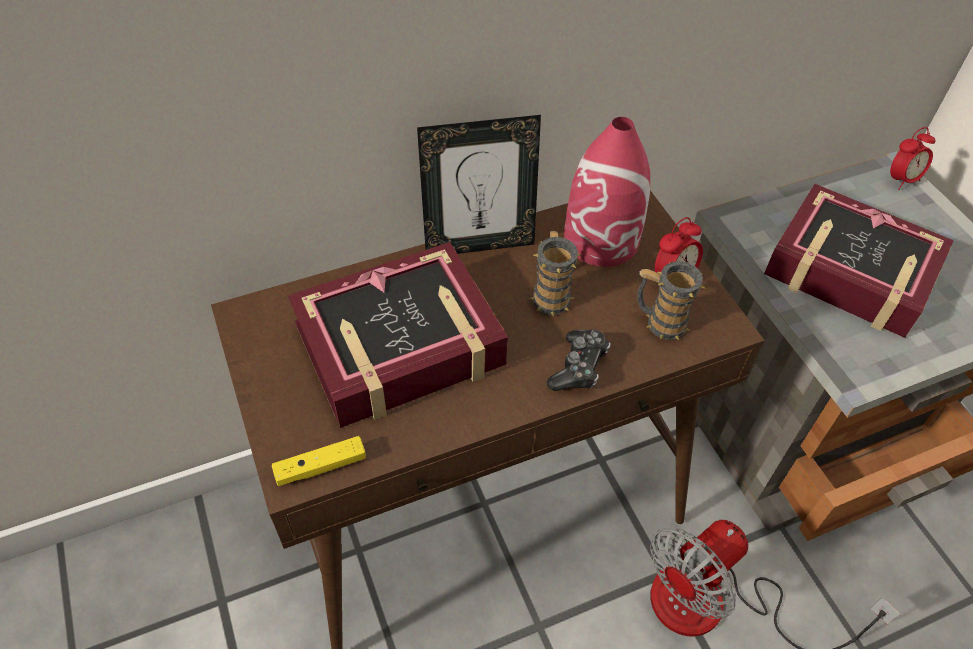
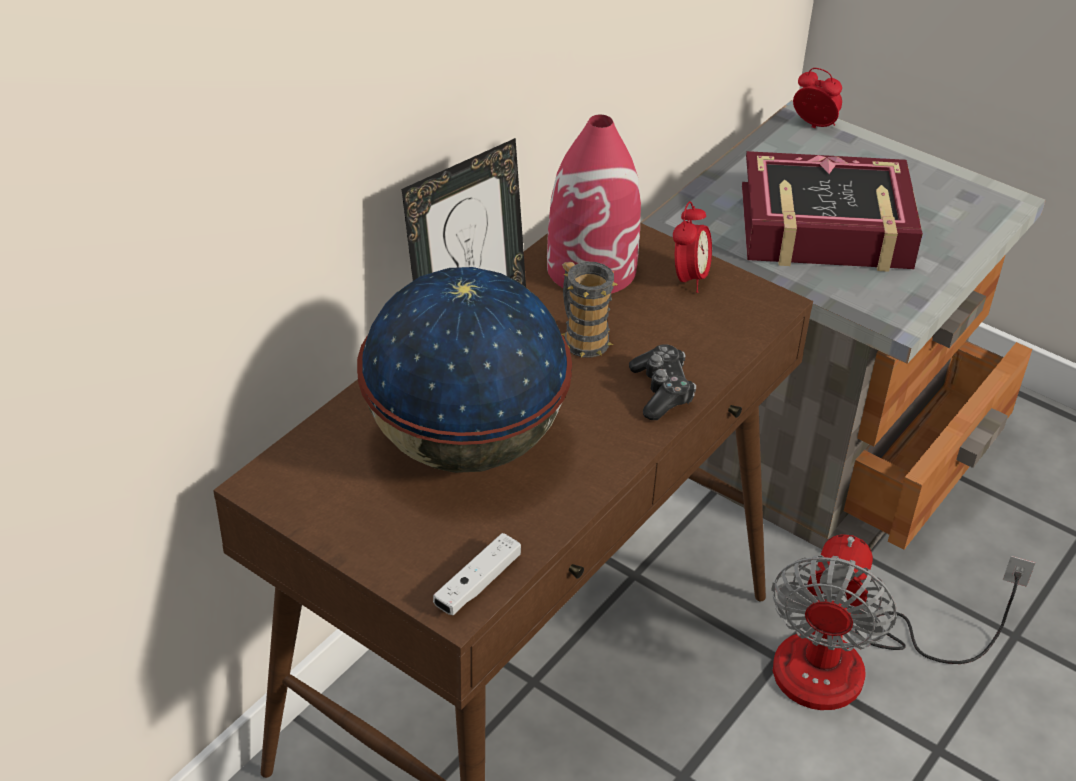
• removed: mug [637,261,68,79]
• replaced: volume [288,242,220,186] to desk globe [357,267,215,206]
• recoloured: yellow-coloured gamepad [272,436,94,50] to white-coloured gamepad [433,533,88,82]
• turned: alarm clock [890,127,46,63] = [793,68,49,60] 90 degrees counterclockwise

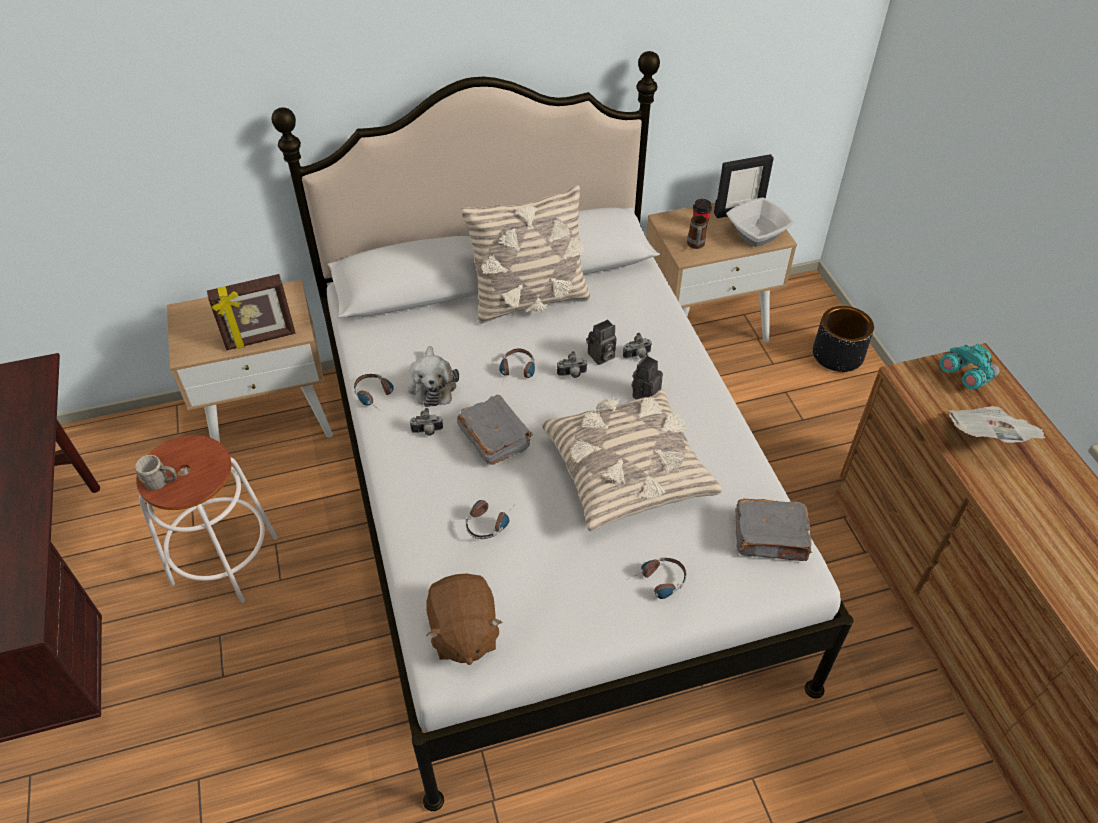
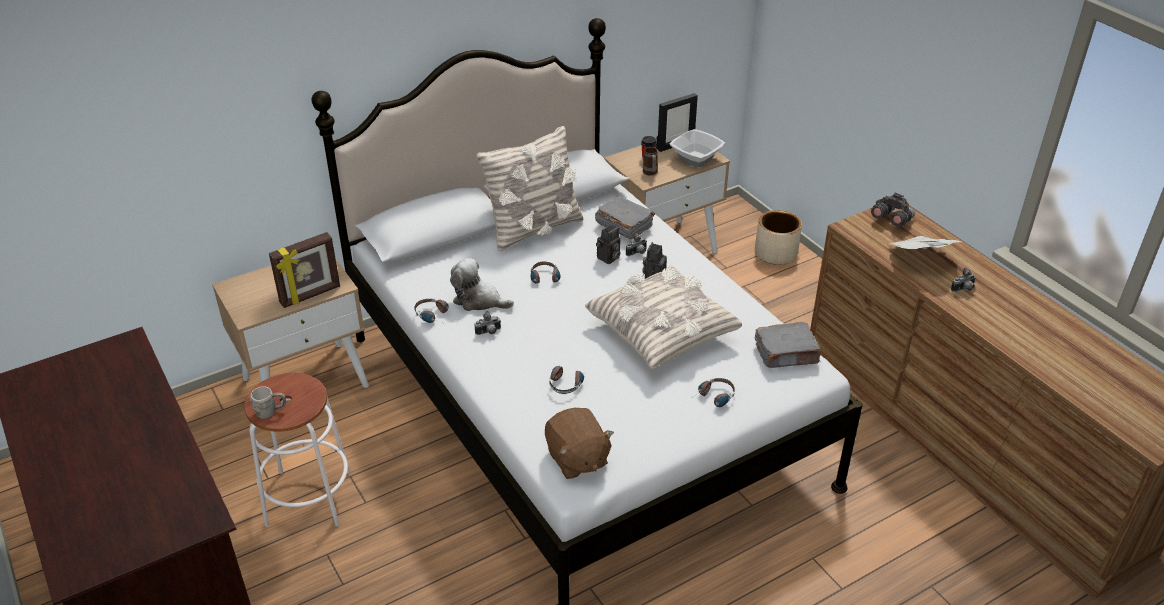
• moved: greyish volume [457,395,76,70] to [595,196,60,43]
• moved: still camera [557,351,30,27] to [951,267,25,25]
• recoloured: black plant pot [813,306,61,66] to sand-coloured plant pot [755,210,47,55]
• recoloured: blue-green pair of binoculars [939,343,61,46] to greyish pair of binoculars [871,193,44,33]
• turned: soft toy [408,346,51,61] = [450,258,64,53] 135 degrees clockwise

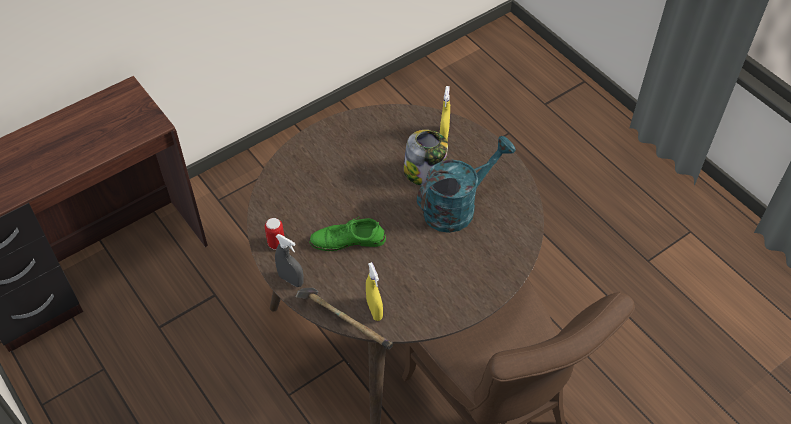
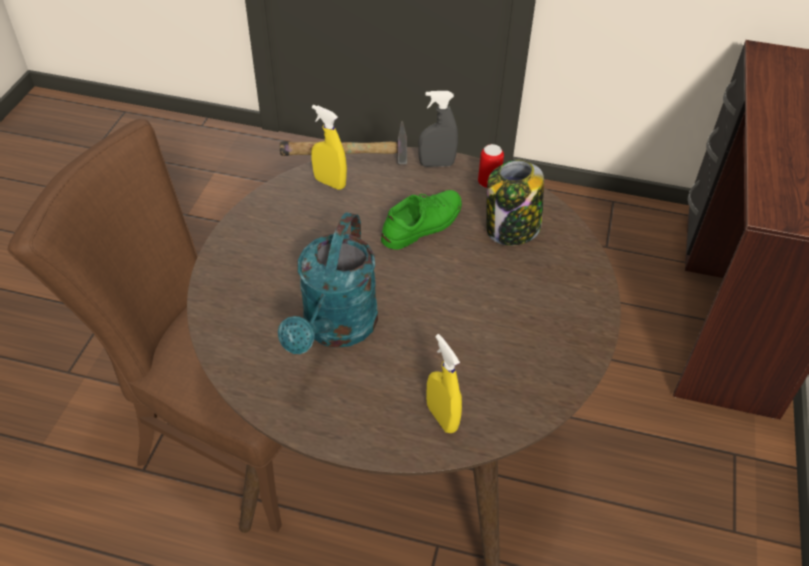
• moved: jar [403,130,45,56] to [486,160,58,86]

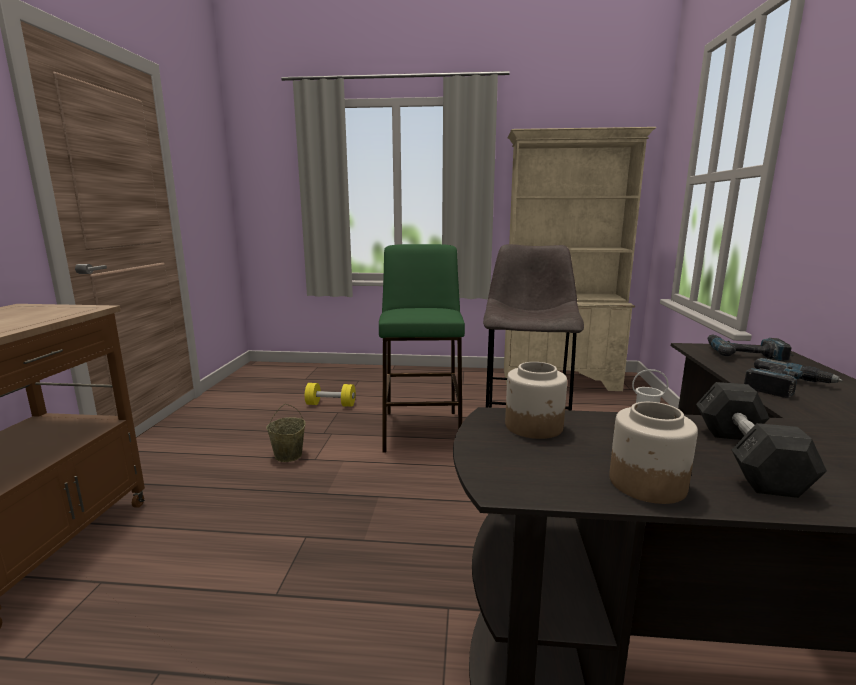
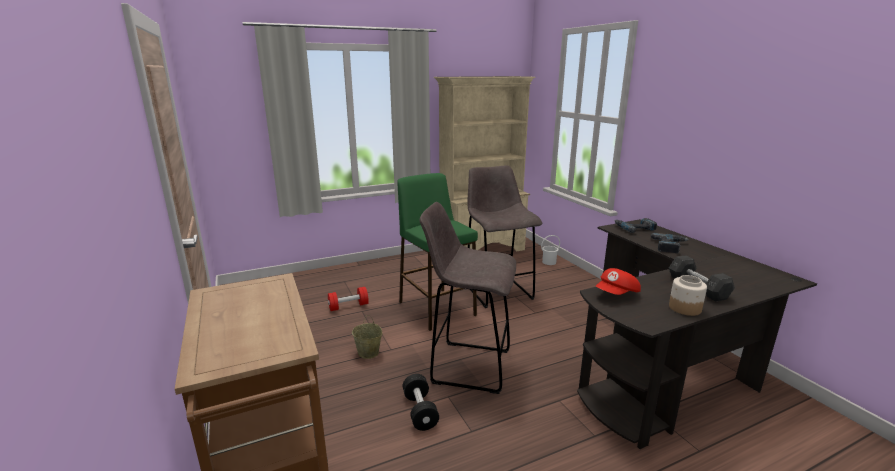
• added: black hand weight [403,374,36,57]
• added: greyish stool seat [420,202,96,192]
• replaced: jar [505,362,62,77] to reddish peaked cap [596,268,45,27]
• recoloured: yellow-coloured hand weight [305,383,51,24] to reddish hand weight [328,287,41,24]

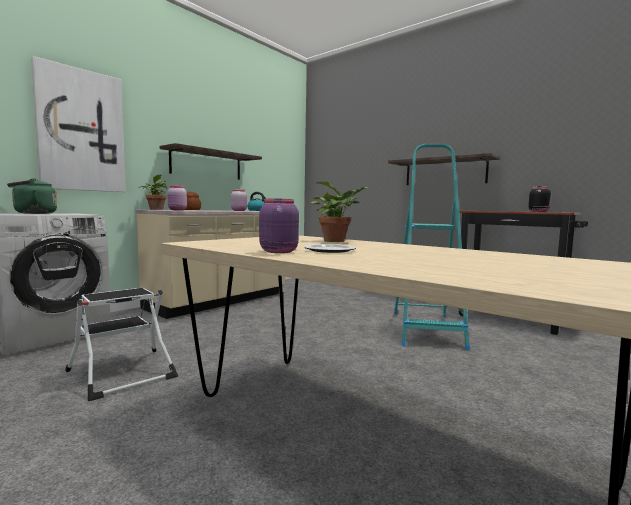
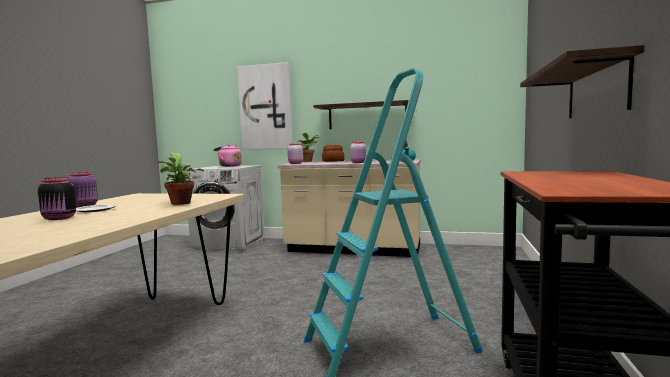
• removed: step ladder [65,288,113,113]
• moved: black jar [528,186,23,26] to [38,177,38,43]
• recoloured: greenish kettle [7,178,50,36] to pink kettle [214,144,28,23]

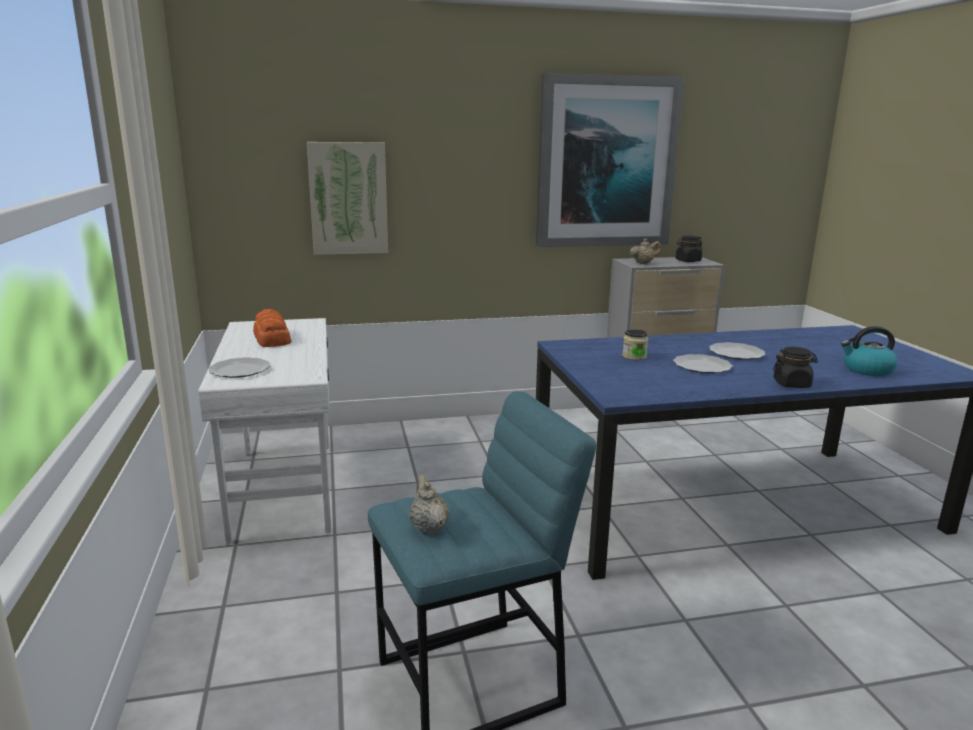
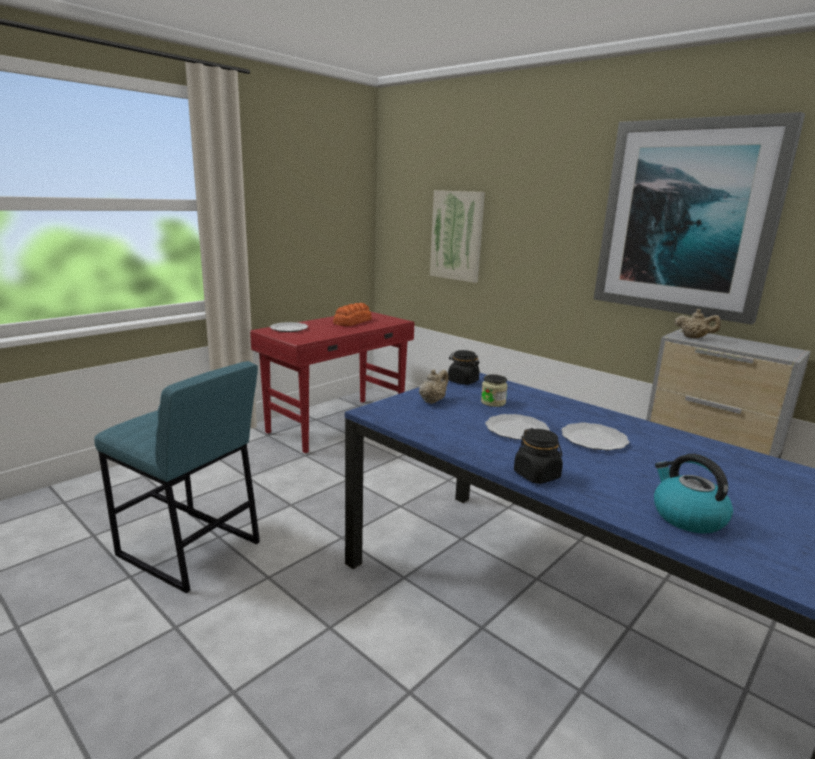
• moved: sand-coloured teapot [409,475,40,59] to [419,369,29,35]
• moved: black jar [676,236,26,26] to [448,350,32,35]
• recoloured: white-coloured narrow table [198,318,134,226] to reddish narrow table [250,311,164,142]

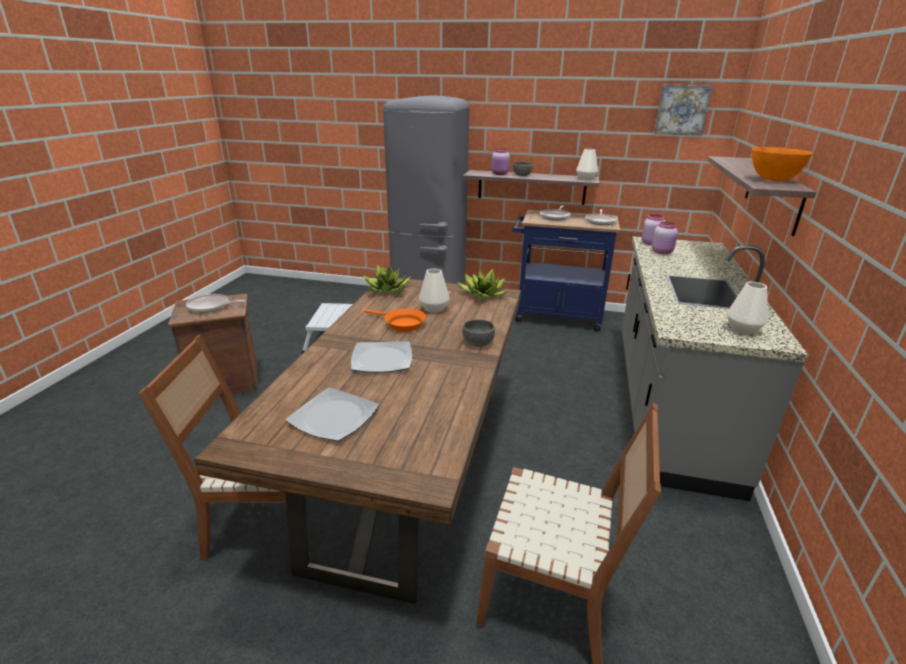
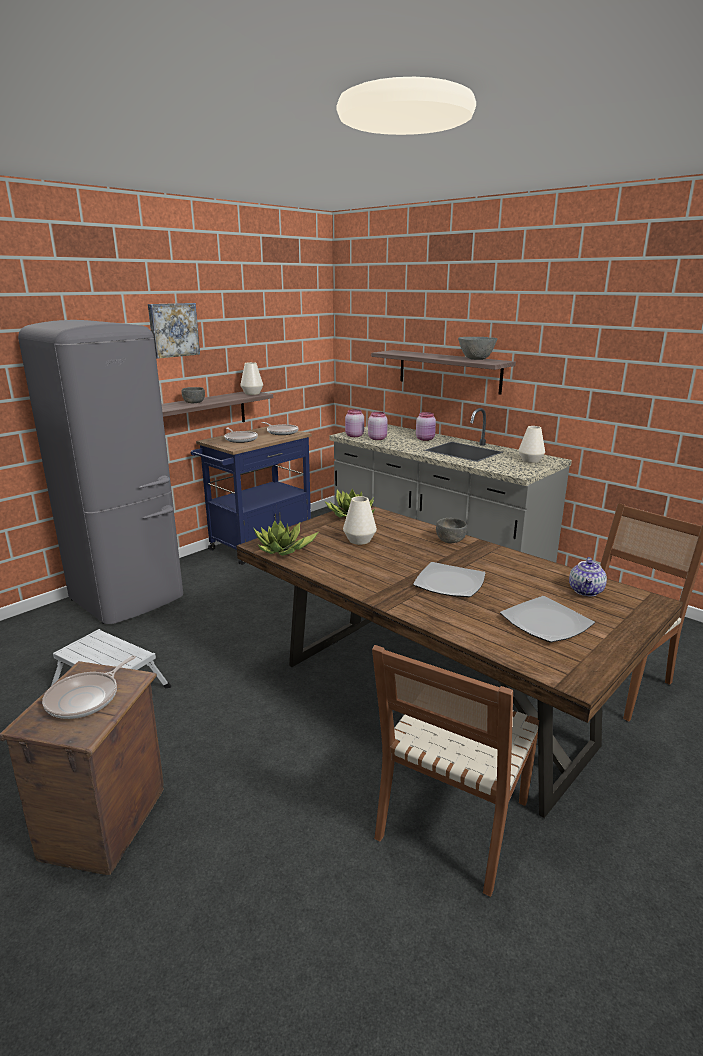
• removed: orange-coloured frying pan [364,308,62,24]
• added: teapot [569,557,38,39]
• moved: pink jar [491,149,19,26] to [416,412,20,29]
• moved: wall picture [654,85,59,51] to [148,303,52,56]
• recoloured: orange-coloured deep dish [752,147,61,35] to greyish deep dish [458,337,39,23]

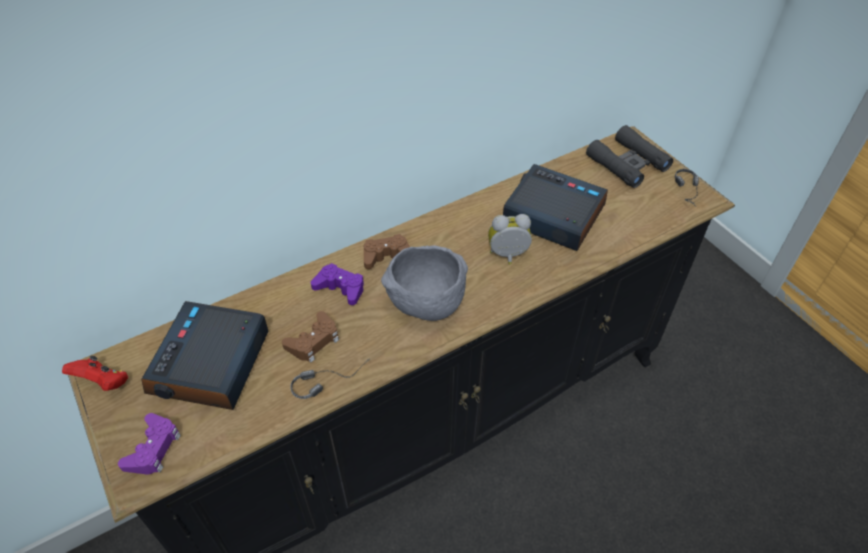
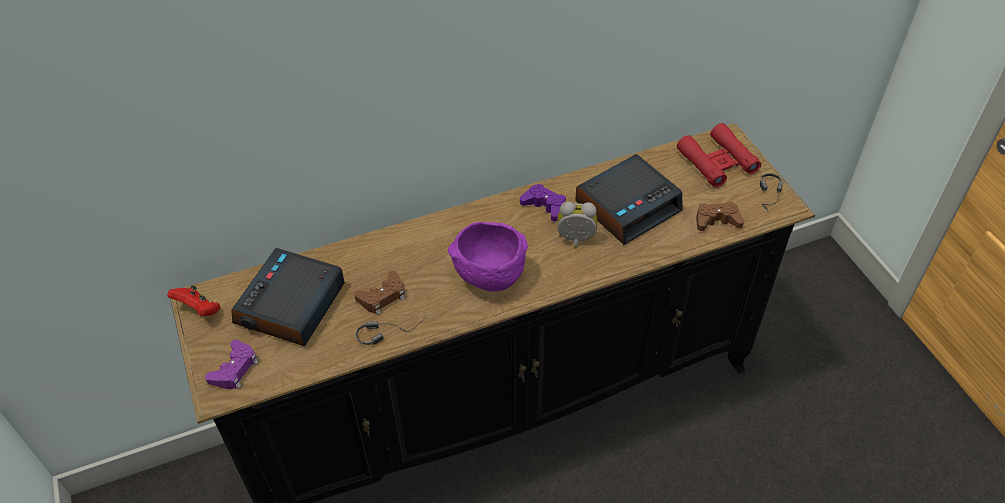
• moved: purplish gamepad [311,263,53,42] to [520,184,46,37]
• moved: brown-coloured gamepad [364,234,46,35] to [696,201,48,30]
• recoloured: greyish deep dish [381,245,87,76] to purplish deep dish [448,222,80,70]
• recoloured: black pair of binoculars [586,125,87,63] to reddish pair of binoculars [677,123,84,65]
• turned: alarm clock [503,164,105,87] = [575,154,108,91] 105 degrees clockwise

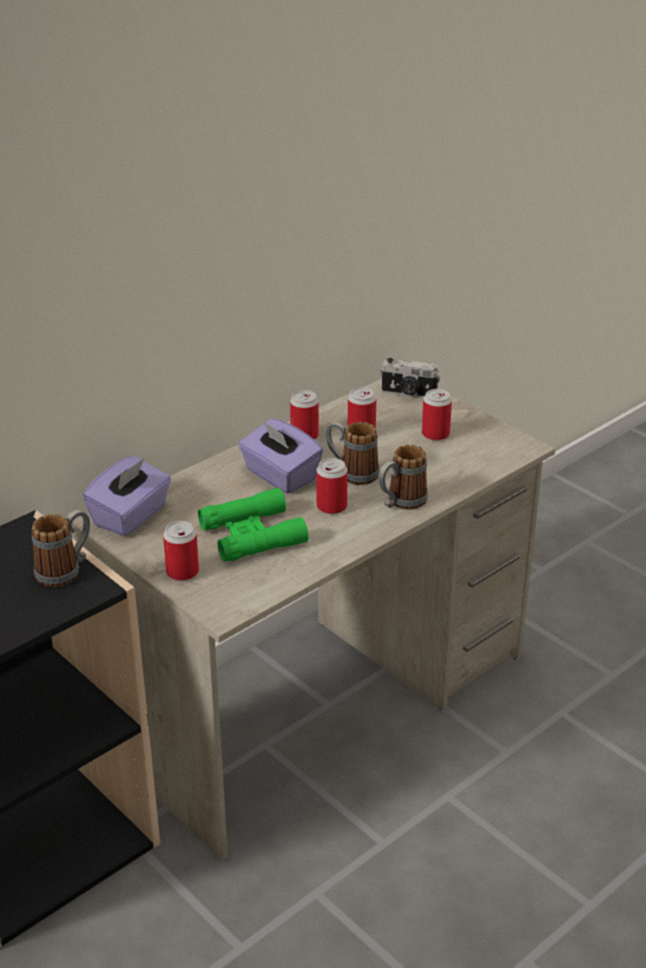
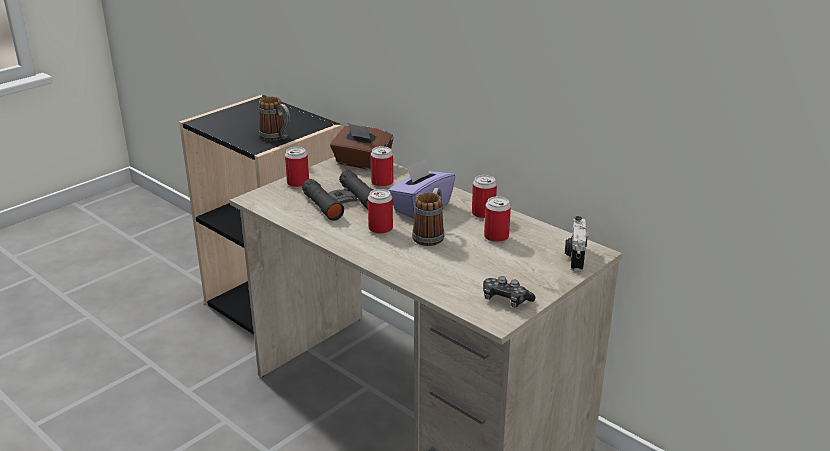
• removed: mug [379,445,49,65]
• added: gamepad [483,276,52,32]
• moved: can [422,389,30,52] to [371,146,22,41]
• recoloured: purplish box of tissues [83,455,88,81] to brown-coloured box of tissues [330,123,63,47]
• recoloured: greenish pair of binoculars [198,488,110,74] to black pair of binoculars [302,171,72,50]

